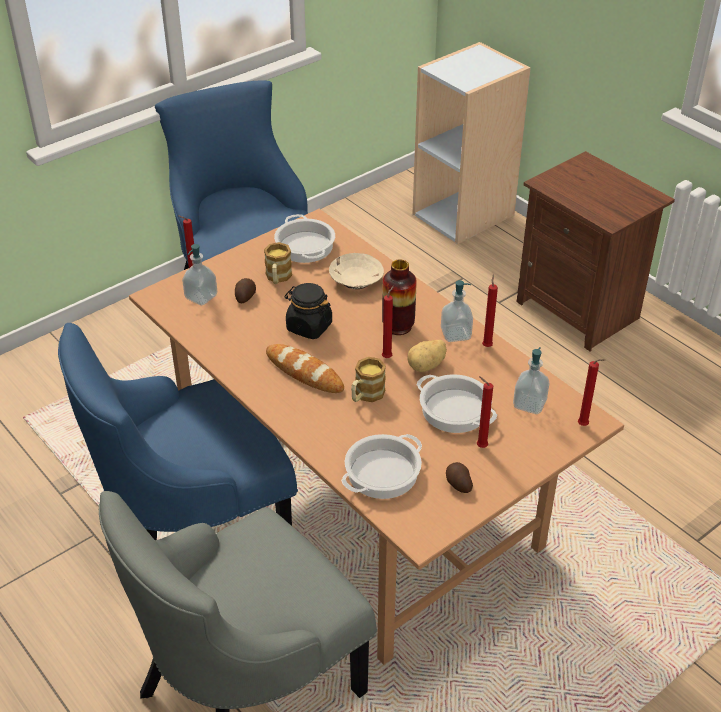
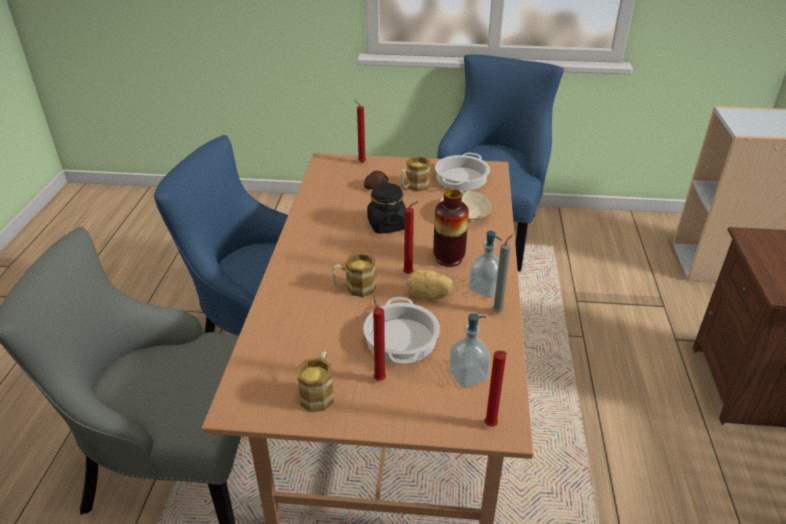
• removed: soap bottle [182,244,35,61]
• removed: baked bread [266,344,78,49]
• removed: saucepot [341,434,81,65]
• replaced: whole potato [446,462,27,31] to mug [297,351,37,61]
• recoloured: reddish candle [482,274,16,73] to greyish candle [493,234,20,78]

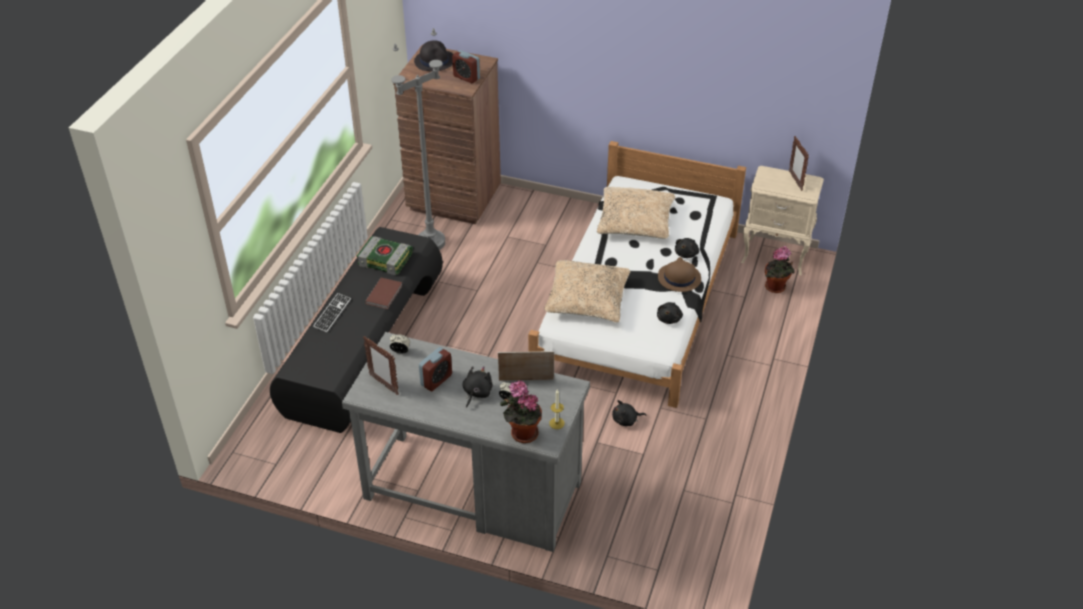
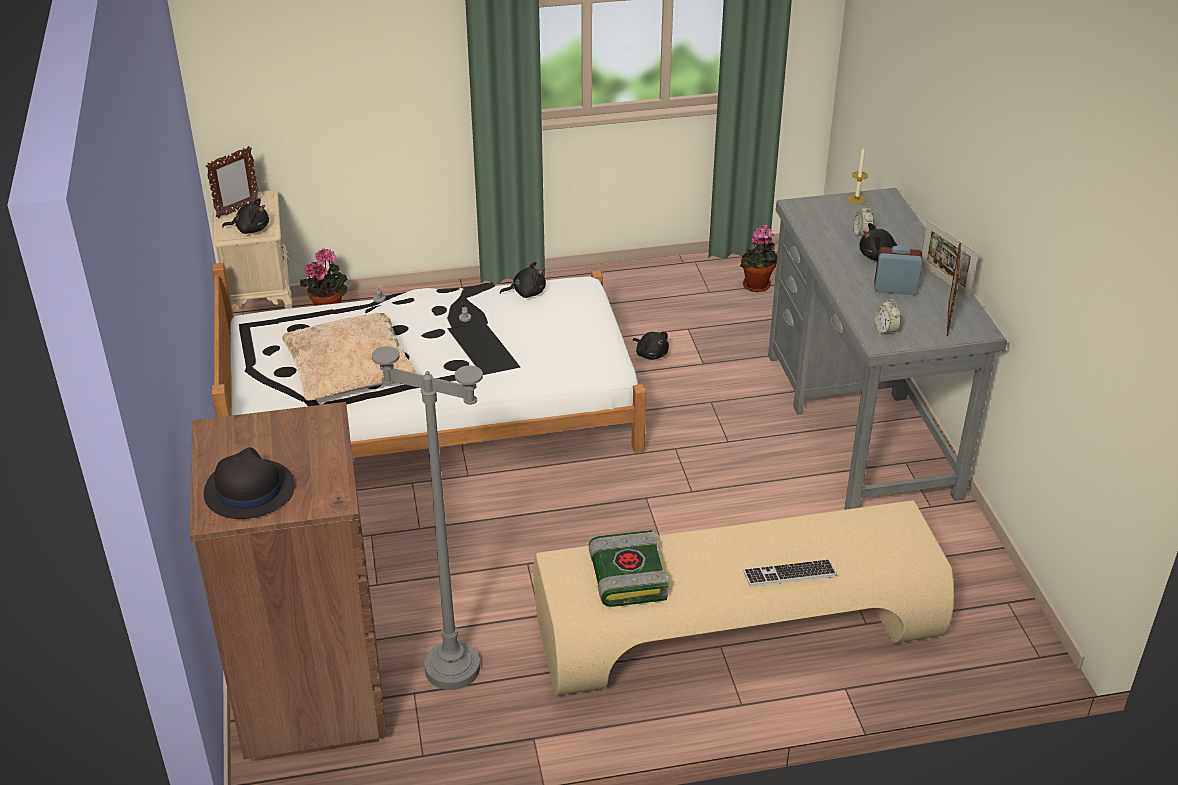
• removed: brown-coloured volume [365,278,38,31]
• removed: alarm clock [452,50,28,33]
• removed: sand-coloured throw pillow [544,260,86,63]
• removed: brown-coloured clothing hat [658,257,43,35]
• moved: picture frame [498,351,56,30] to [922,220,57,78]
• moved: houseplant [500,381,42,62] to [740,225,37,67]
• moved: black soft toy [675,238,24,20] to [222,198,47,36]
• recoloured: black long seat [270,227,173,206] to sand-coloured long seat [534,500,420,196]

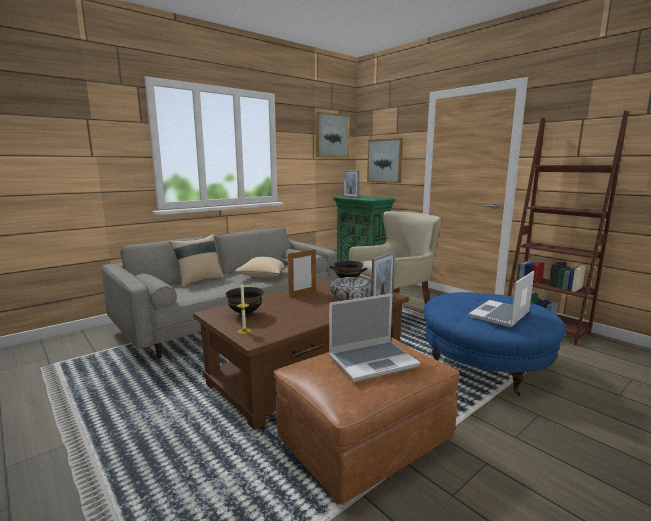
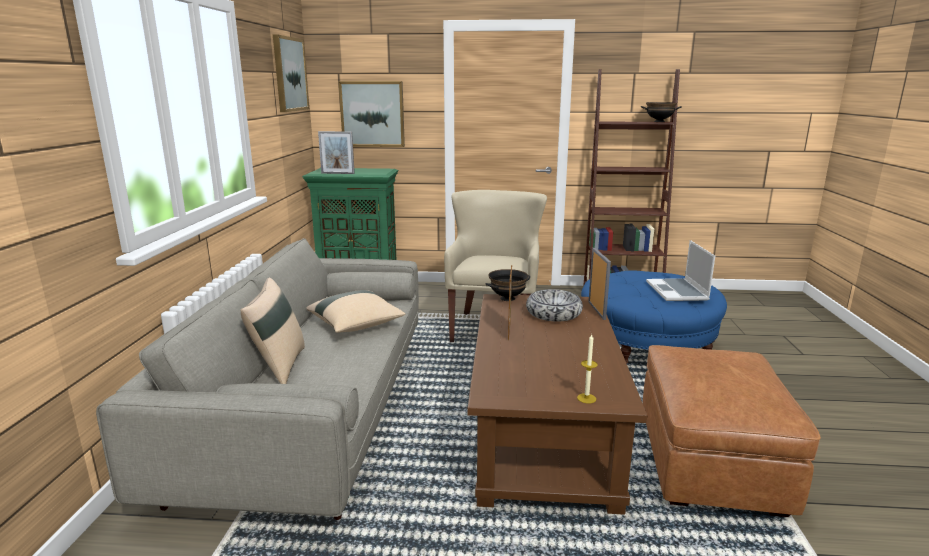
• removed: notebook computer [329,294,91,88]
• moved: black deep dish [225,287,39,30] to [641,102,41,20]

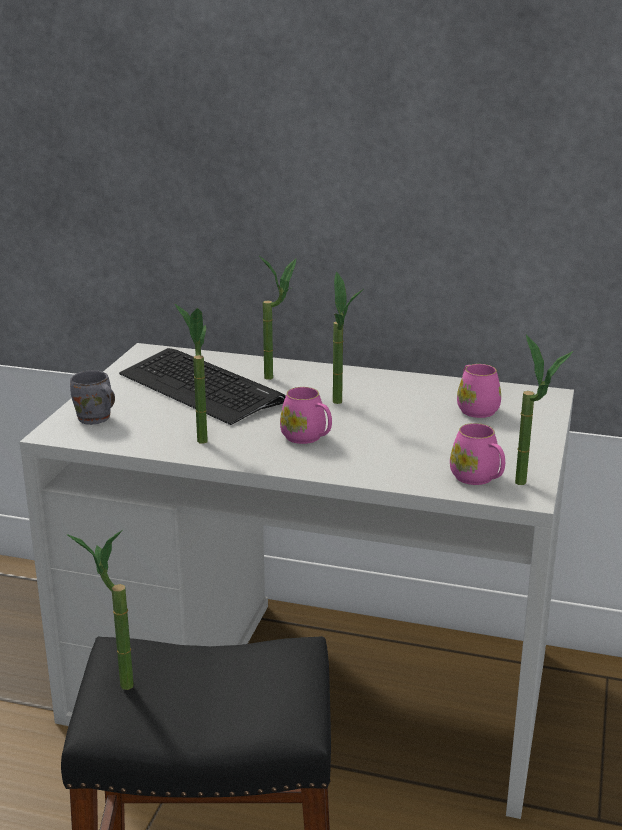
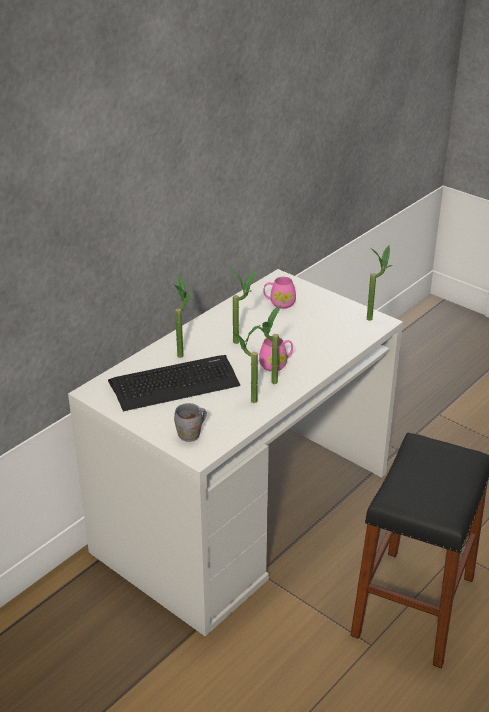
• removed: pink mug [450,423,55,62]
• moved: houseplant [66,530,68,160] to [258,305,23,79]

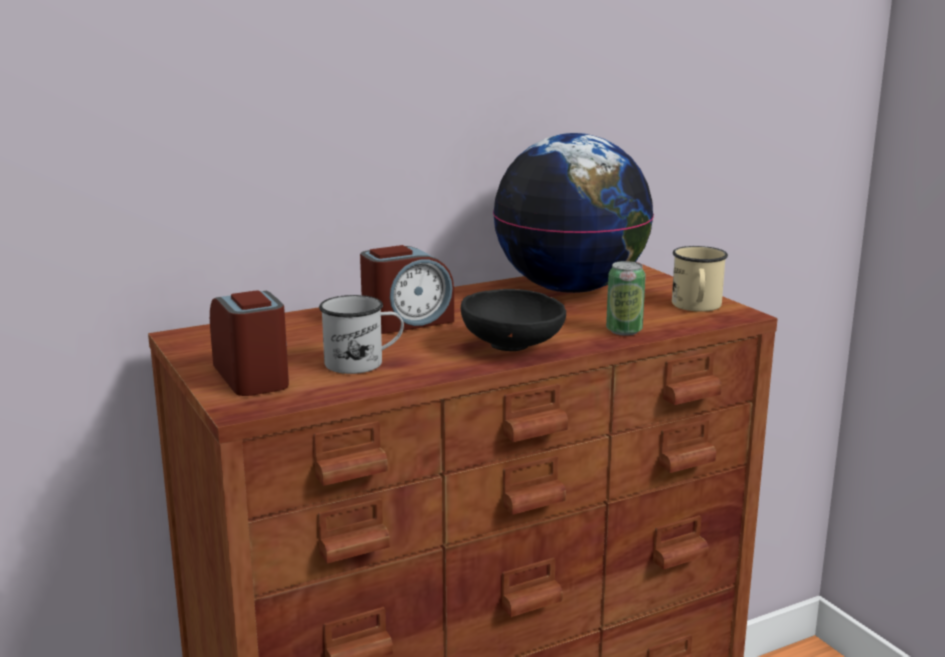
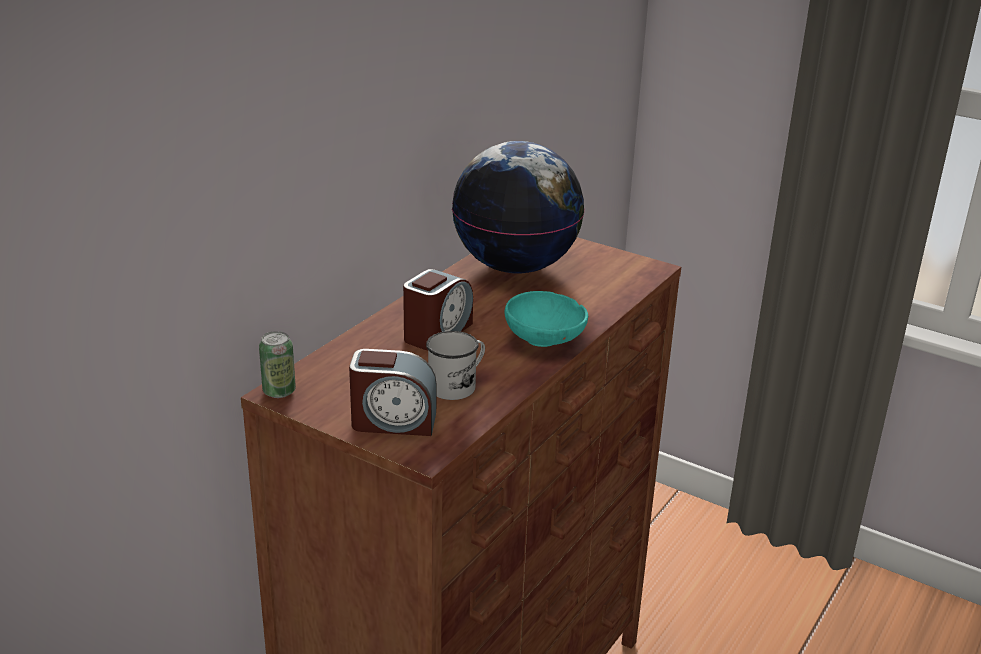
• removed: sand-coloured mug [672,246,56,66]
• moved: can [606,261,40,75] to [259,331,37,67]
• recoloured: black deep dish [461,289,105,62] to blue-green deep dish [505,291,83,56]
• turned: alarm clock [210,290,79,106] = [349,349,87,87] 150 degrees clockwise

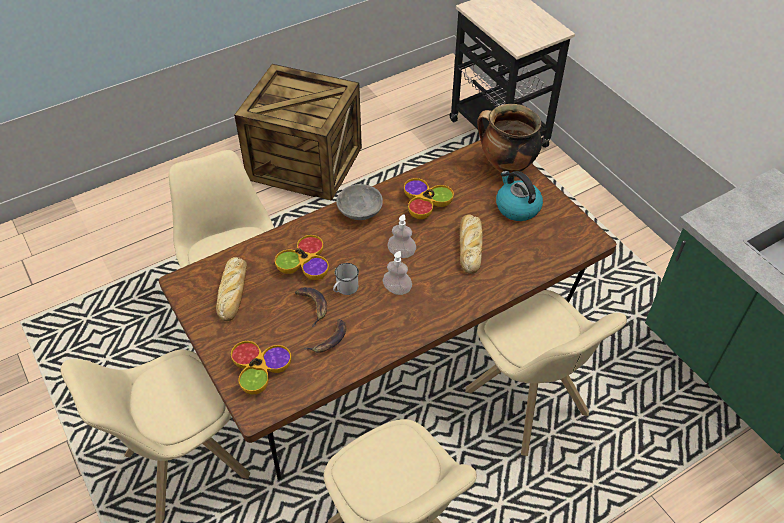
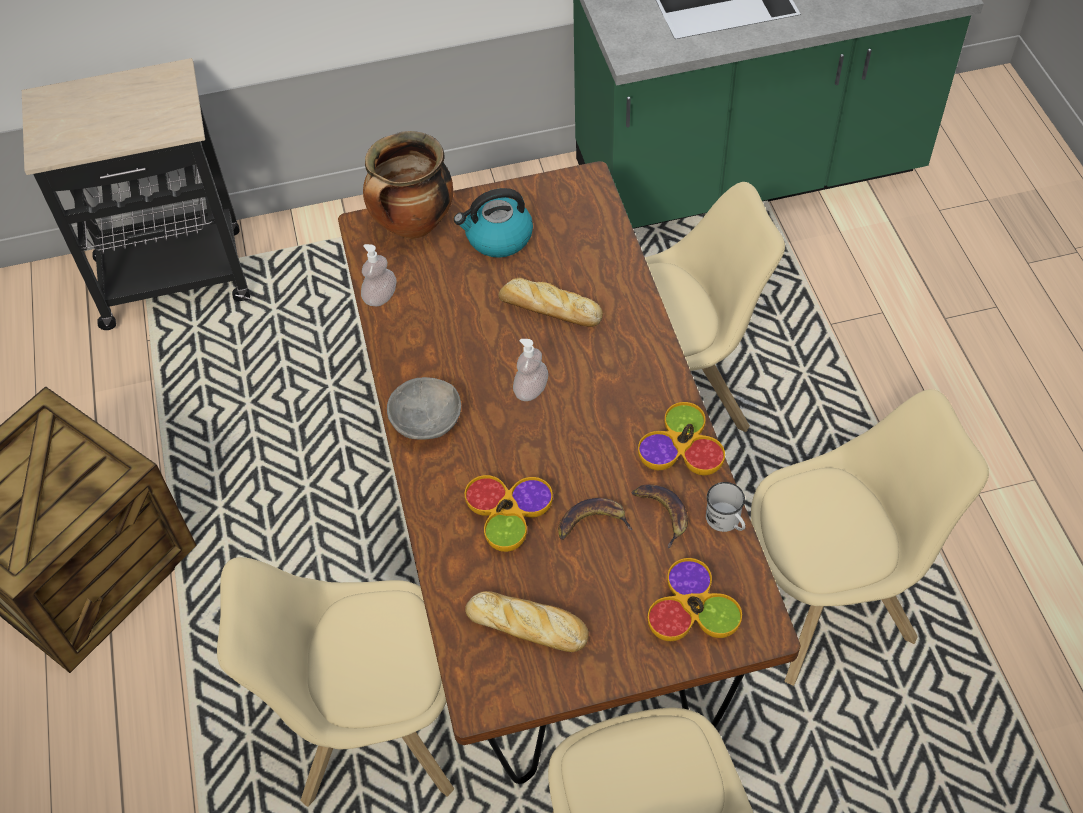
• moved: white-coloured mug [333,263,26,32] to [706,482,40,50]
• moved: soap bottle [383,251,29,44] to [361,244,35,62]
• moved: deep dish [404,178,50,41] to [638,402,87,73]

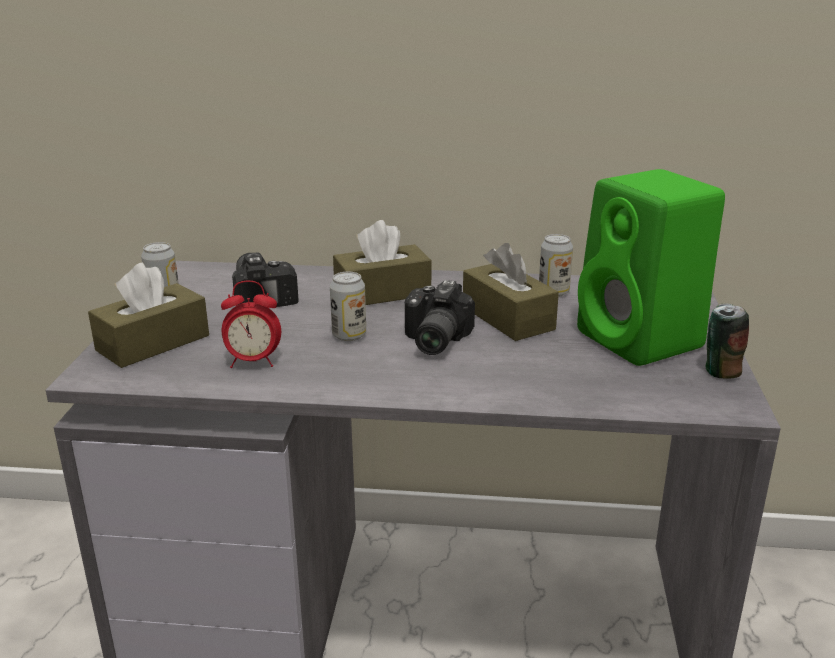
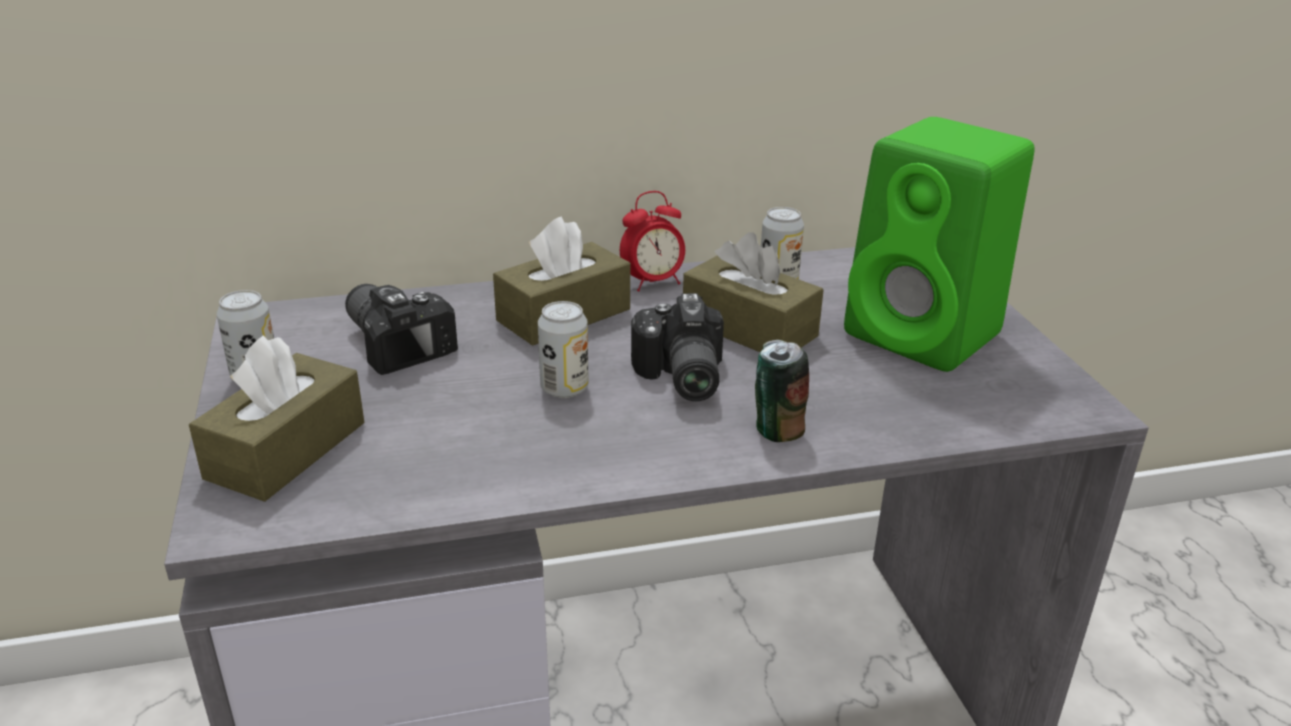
• moved: alarm clock [221,281,60,87] to [620,191,65,100]
• moved: can [706,304,43,75] to [755,340,54,102]

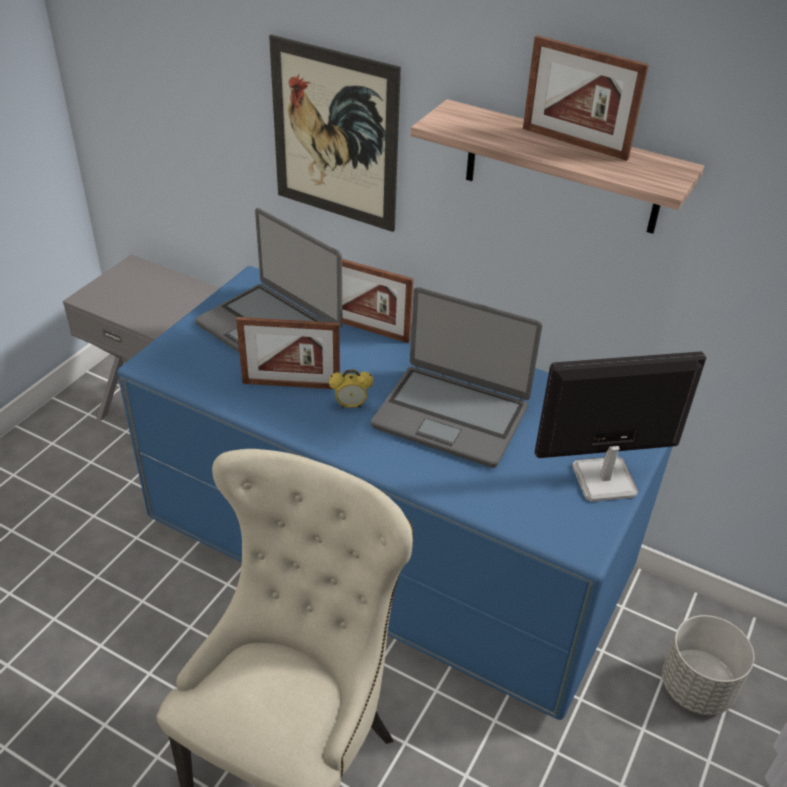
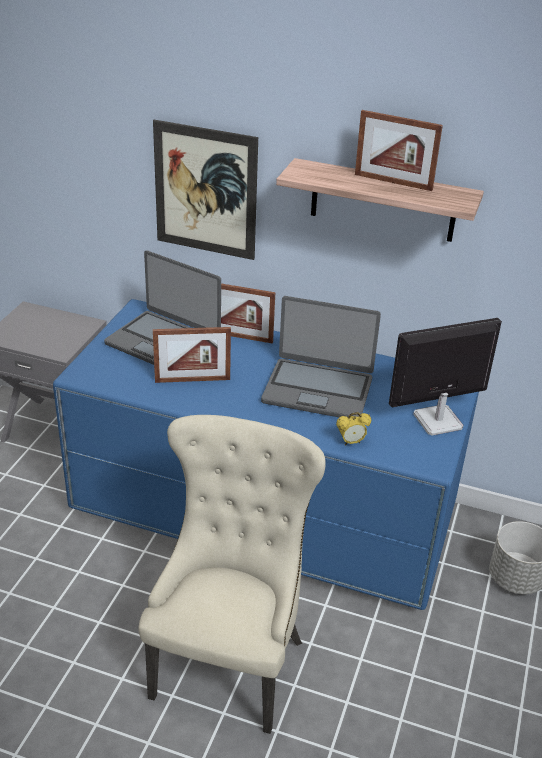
• moved: alarm clock [329,369,44,40] to [336,412,35,33]

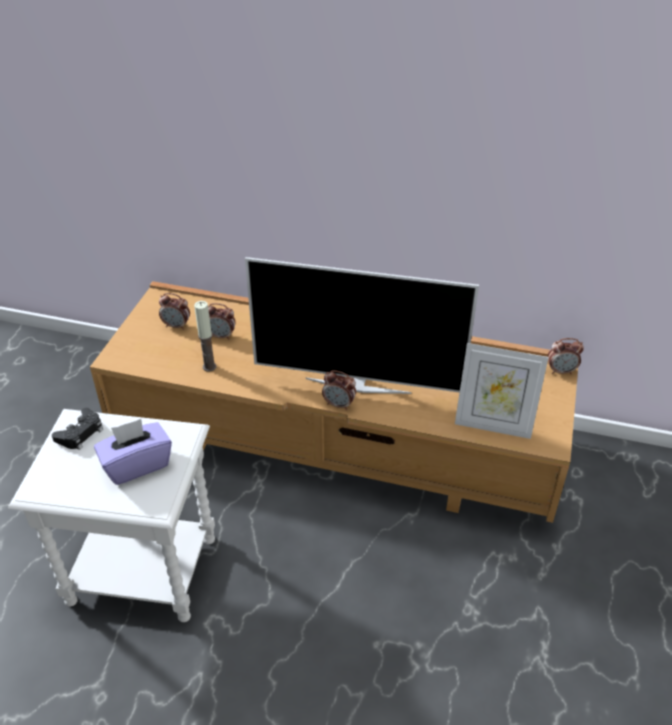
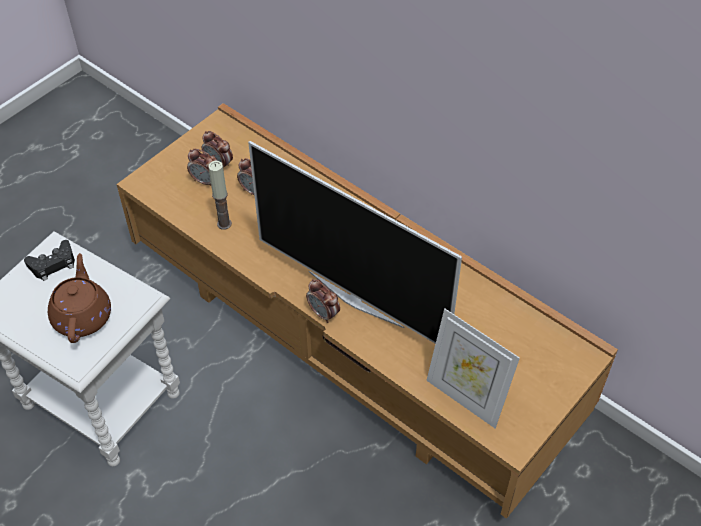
• moved: alarm clock [548,338,36,36] to [187,149,30,37]
• replaced: purplish box of tissues [94,419,78,66] to brown-coloured teapot [48,253,63,90]

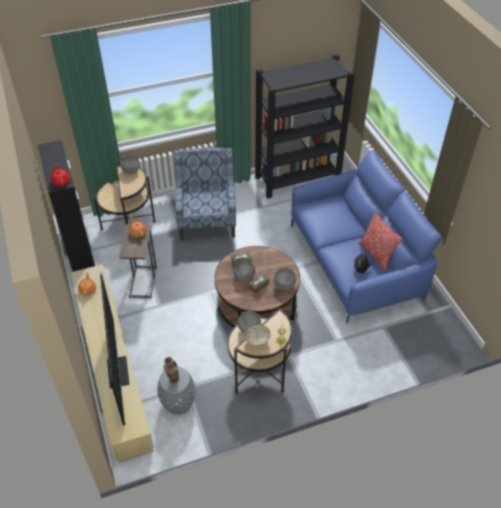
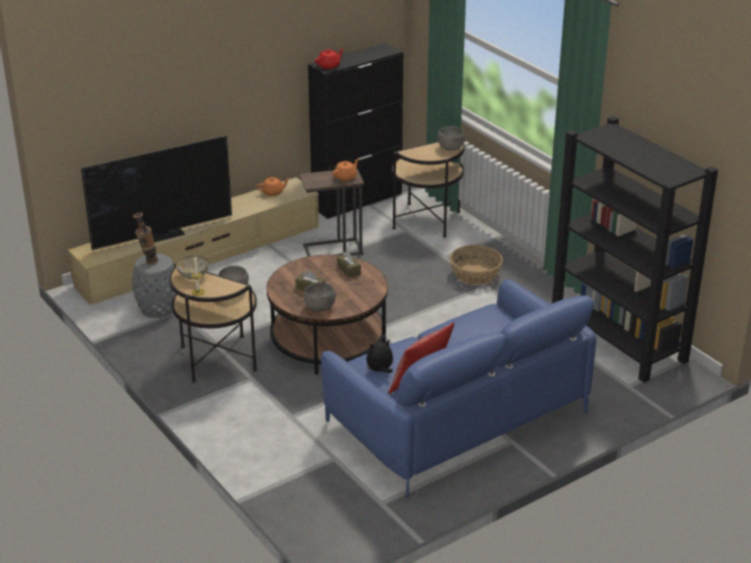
• removed: greyish deep dish [233,260,22,22]
• replaced: blue-coloured armchair [174,148,62,92] to household basket [450,245,53,40]

